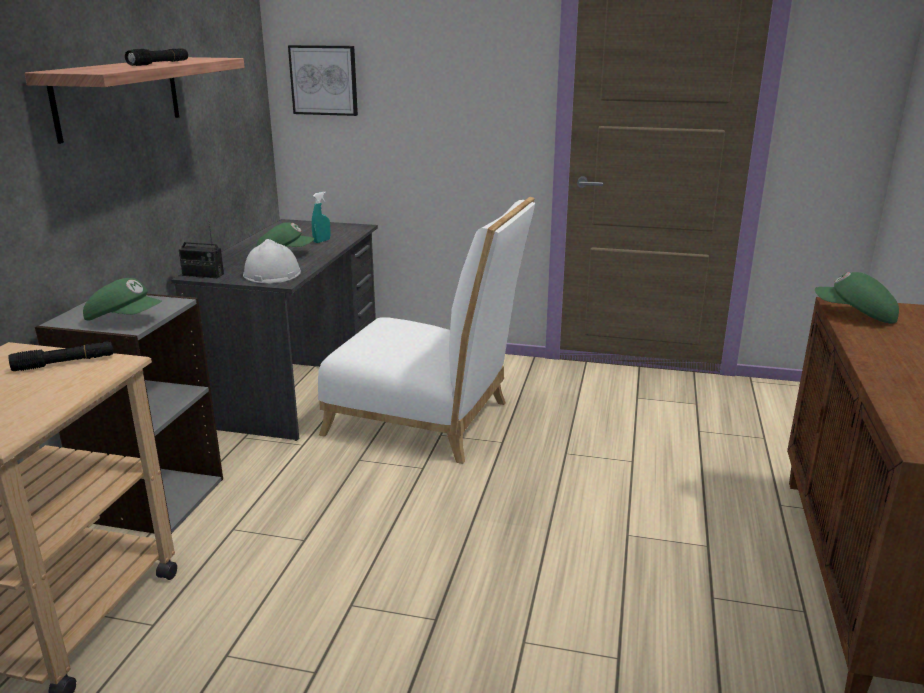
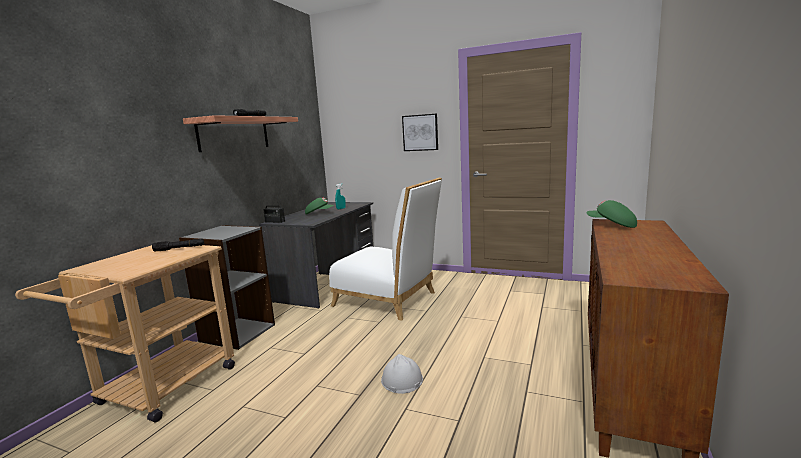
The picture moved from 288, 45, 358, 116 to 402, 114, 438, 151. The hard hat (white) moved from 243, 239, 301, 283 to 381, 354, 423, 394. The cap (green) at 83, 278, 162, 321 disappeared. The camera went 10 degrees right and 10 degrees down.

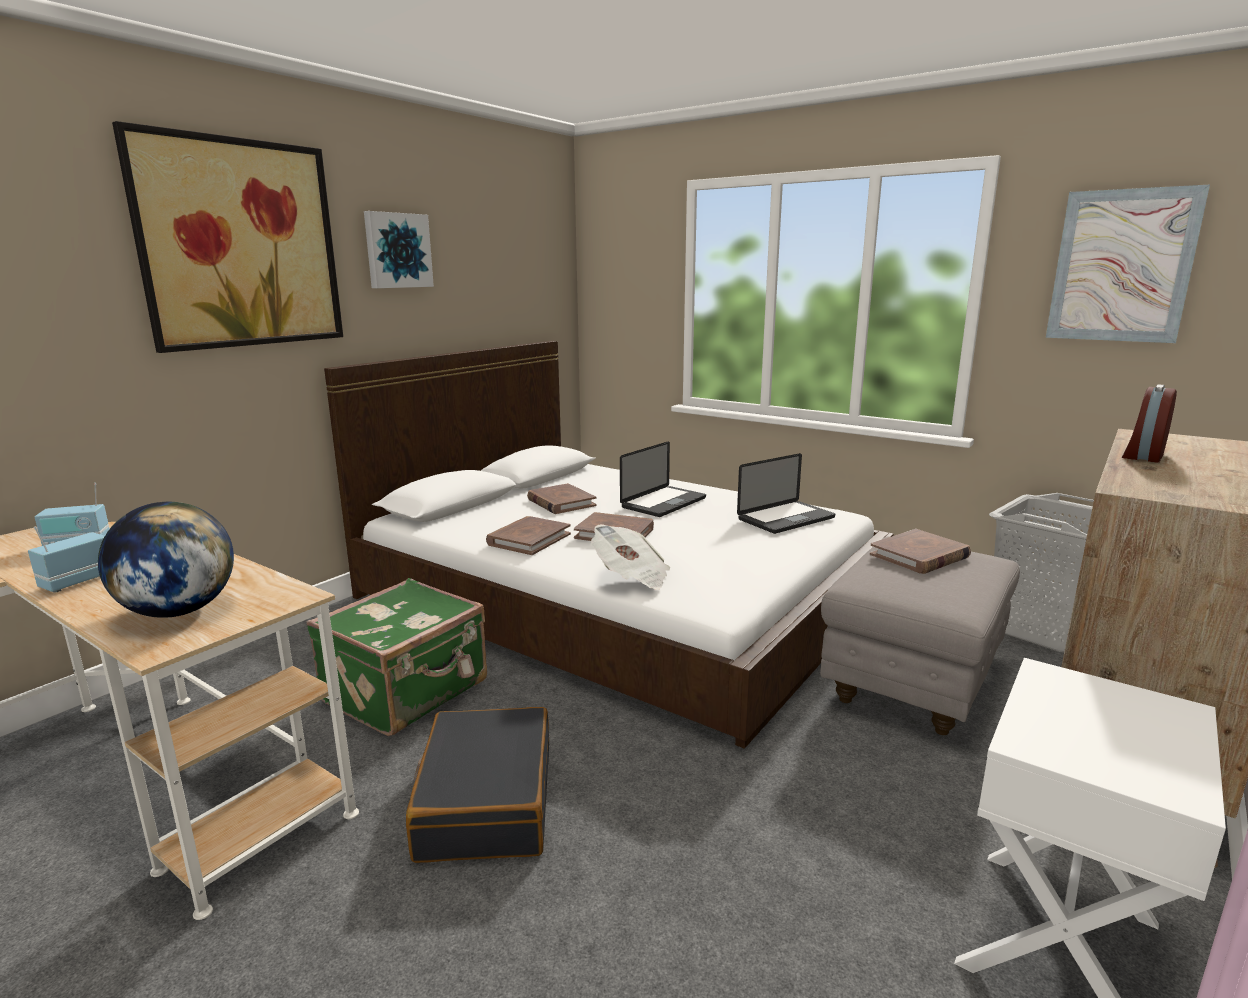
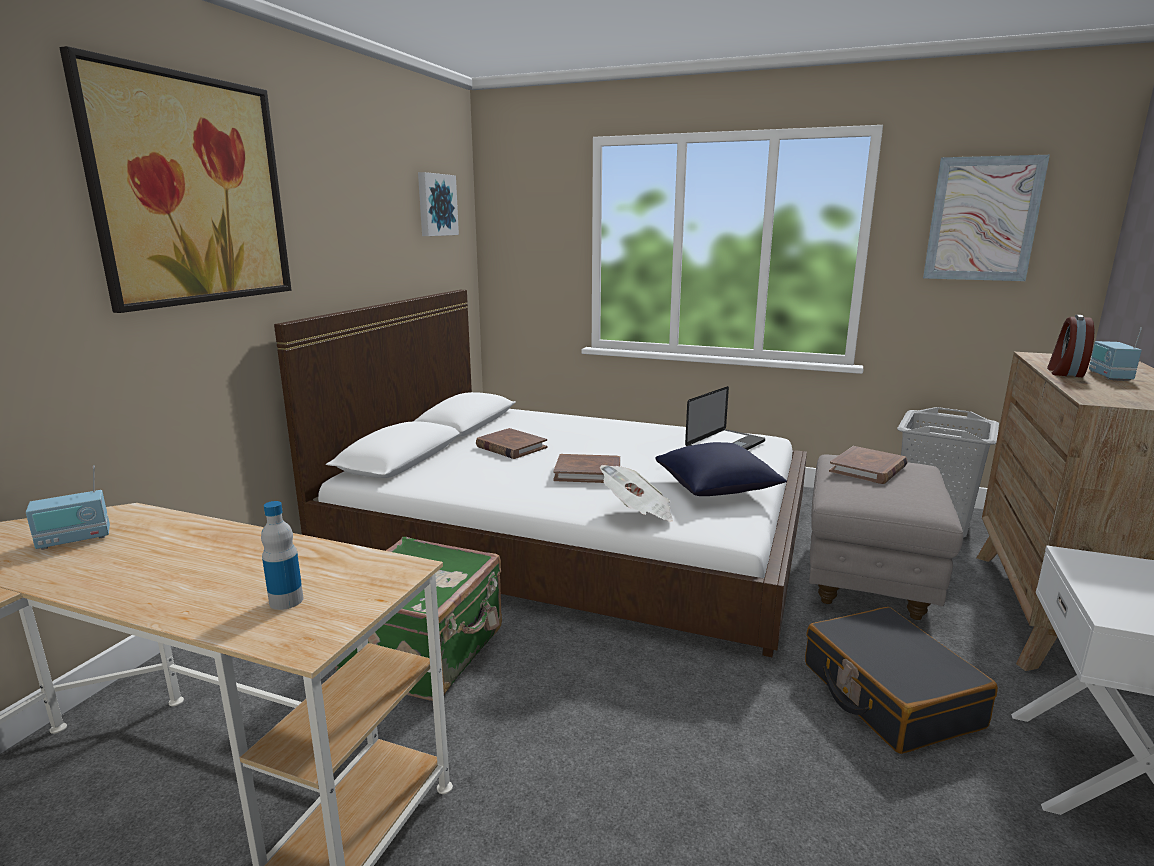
The picture moved from 364, 211, 434, 288 to 418, 172, 459, 236. The laptop at 620, 441, 706, 517 disappeared. The globe at 98, 502, 234, 618 was replaced by the bottle at 261, 501, 303, 610. The book (brown) at 486, 516, 571, 555 disappeared. The radio moved from 28, 526, 105, 593 to 1089, 328, 1142, 381. The suitcase (black) moved from 406, 707, 549, 863 to 805, 607, 998, 754. The pillow (blue) at 655, 442, 787, 496 appeared. The camera went 15 degrees left and 0 degrees up.

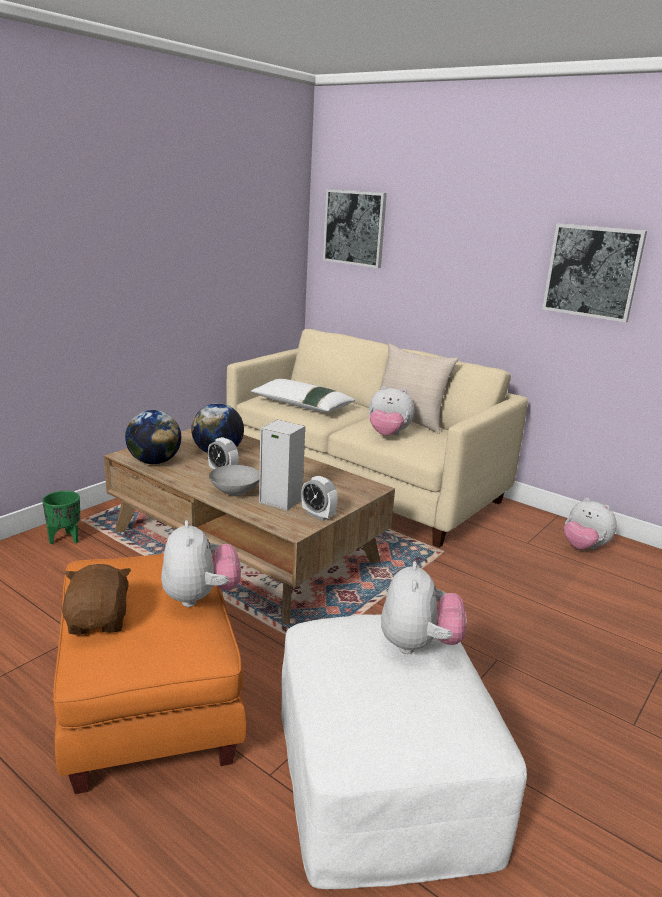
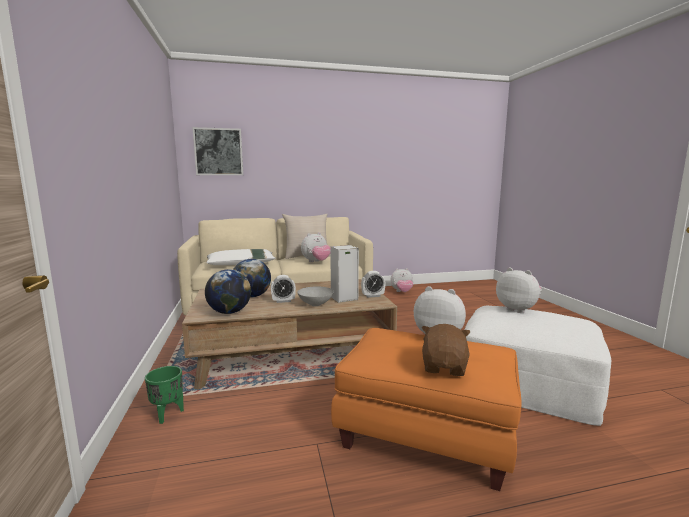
The picture at 542, 224, 647, 322 disappeared. The plush toy (brown) at 62, 564, 131, 635 turned 75 degrees clockwise. The camera went 50 degrees left and 10 degrees down.

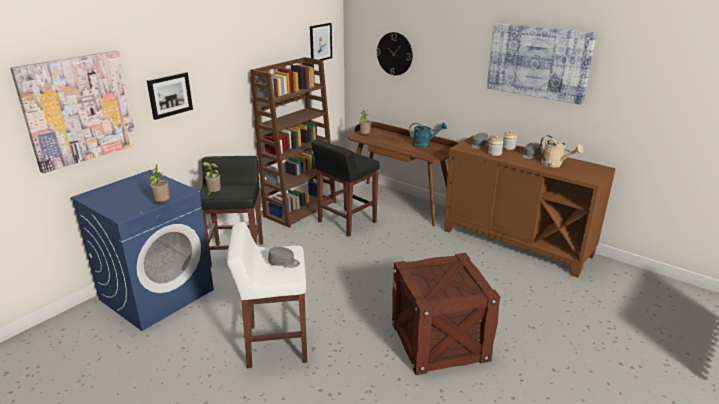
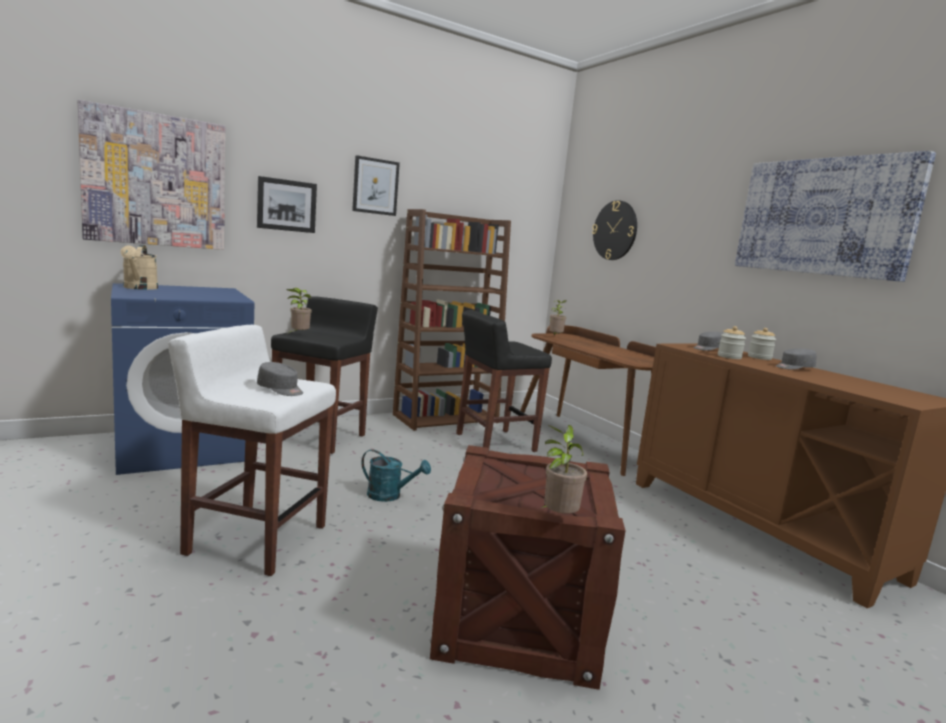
The picture moved from 310, 23, 332, 60 to 352, 155, 400, 216. The watering can (turquoise) moved from 409, 122, 447, 148 to 361, 449, 431, 502. The watering can (beige) moved from 540, 135, 583, 168 to 120, 245, 158, 290. The potted plant moved from 147, 164, 170, 202 to 541, 425, 587, 514. The camera went 20 degrees right and 15 degrees down.

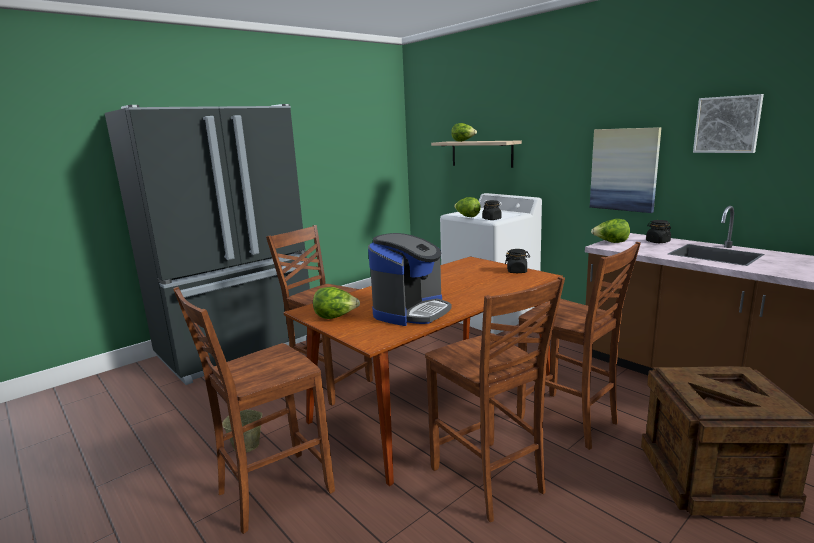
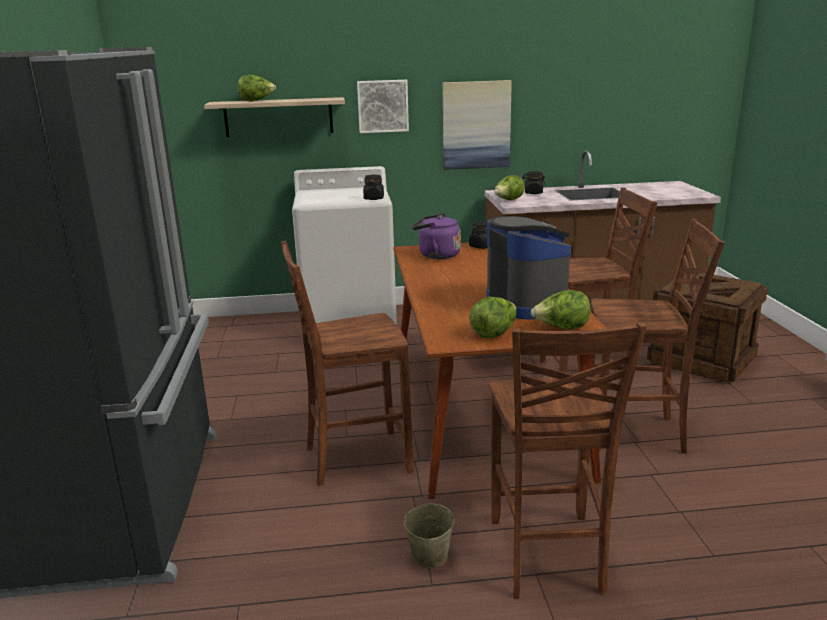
The picture moved from 693, 94, 764, 153 to 357, 80, 409, 133. The lettuce moved from 454, 197, 481, 217 to 531, 290, 591, 329. The kettle (purple) at 412, 214, 461, 259 appeared. The camera went 55 degrees left and 5 degrees up.

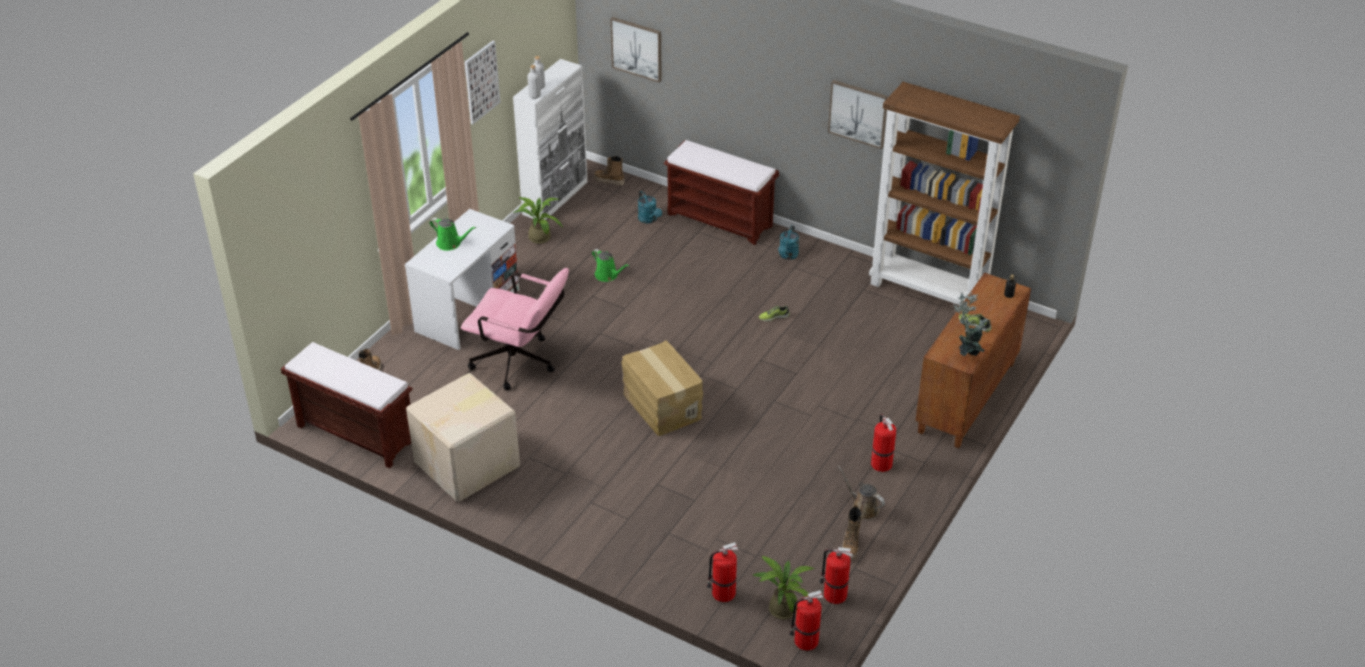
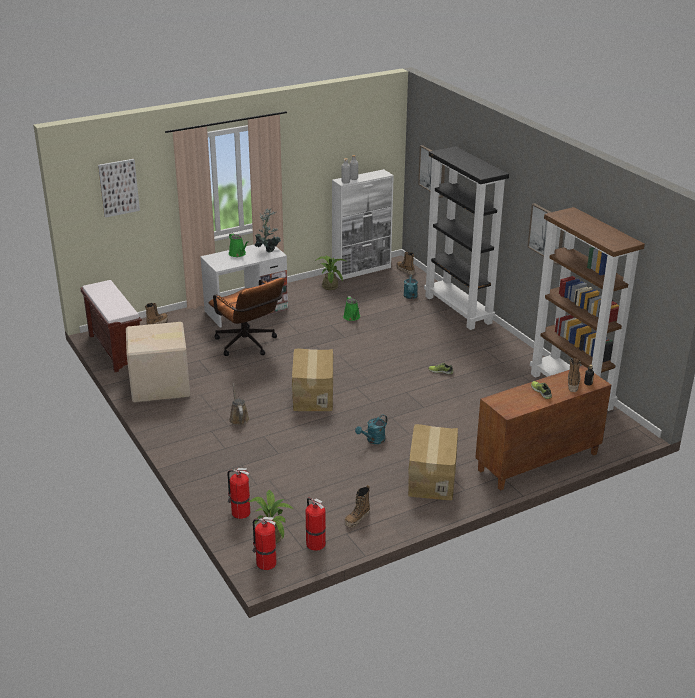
The picture moved from 464, 41, 500, 124 to 98, 159, 140, 217. The bench (brown) at 664, 140, 779, 245 was replaced by the bookcase (black) at 424, 146, 509, 330. The watering can (turquoise) moved from 778, 225, 799, 260 to 355, 415, 387, 444. The office chair (pink) at 461, 268, 569, 390 became the office chair (brown) at 209, 278, 285, 356. The potted plant moved from 953, 292, 988, 356 to 255, 209, 281, 252. The fire extinguisher at 871, 414, 897, 472 was replaced by the cardboard box at 408, 424, 458, 500. The watering can (brown) moved from 838, 466, 885, 520 to 229, 383, 249, 425. The boot at 568, 358, 581, 392 appeared. The camera went 30 degrees right and 10 degrees down.

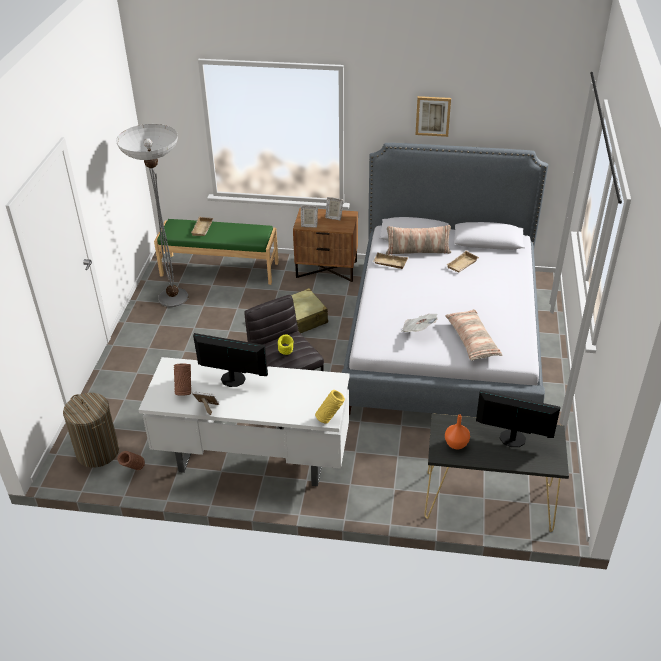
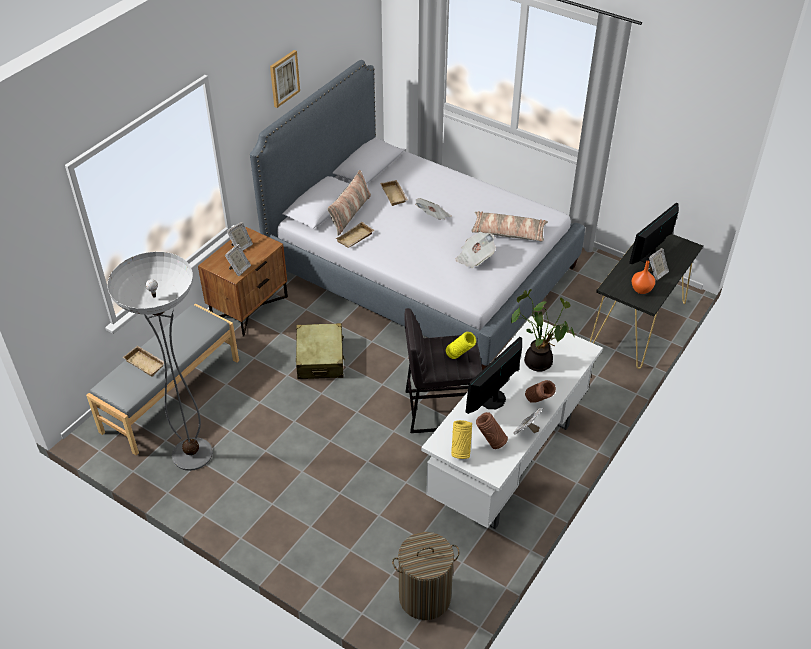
The bench (green) at 154, 219, 279, 285 became the bench (grey) at 86, 304, 239, 456. The vase (yellow) moved from 315, 390, 345, 423 to 451, 420, 472, 459. The vase (brown) moved from 117, 451, 145, 470 to 525, 380, 556, 403. The newspaper at 415, 198, 452, 220 appeared. The picture frame at 648, 248, 669, 280 appeared. The potted plant at 511, 289, 574, 372 appeared. The camera went 65 degrees left and 5 degrees up.

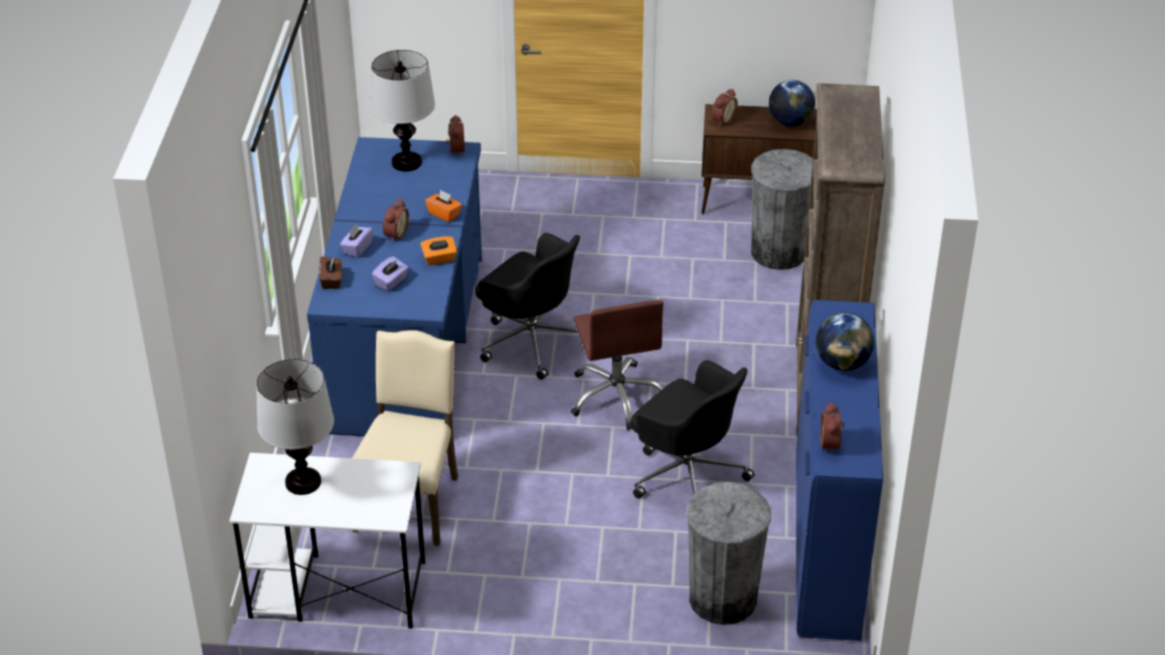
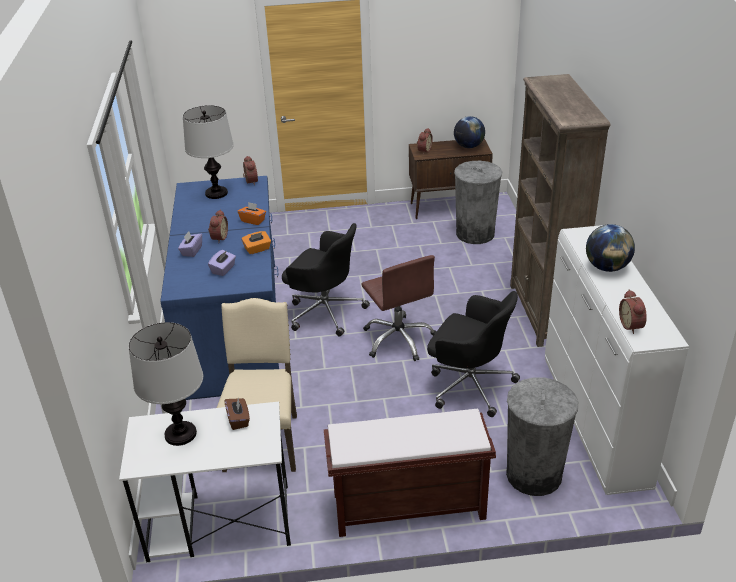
The tissue box (brown) moved from 319, 257, 342, 289 to 225, 396, 250, 430. The dresser (blue) at 796, 300, 883, 641 became the dresser (white) at 545, 225, 689, 495. The bench (brown) at 324, 409, 496, 537 appeared. The camera went 10 degrees left and 5 degrees down.

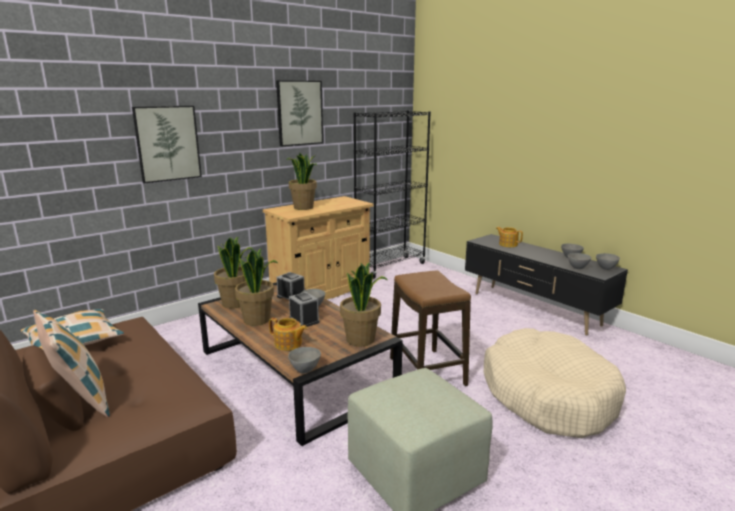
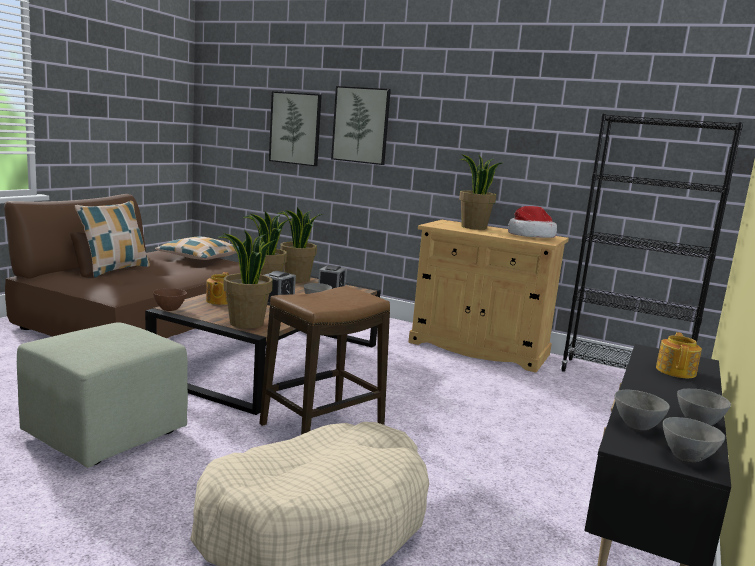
The picture moved from 276, 80, 323, 146 to 269, 91, 322, 166. The bowl (grey) at 288, 347, 321, 373 became the bowl (brown) at 153, 288, 187, 311. The hat at 508, 206, 557, 238 appeared. The camera went 65 degrees right and 5 degrees down.

